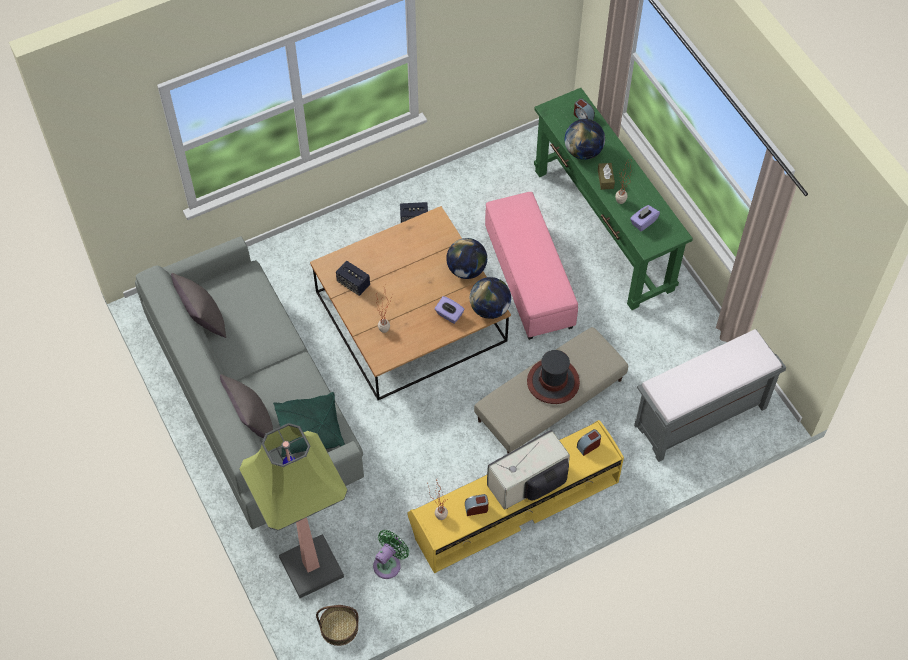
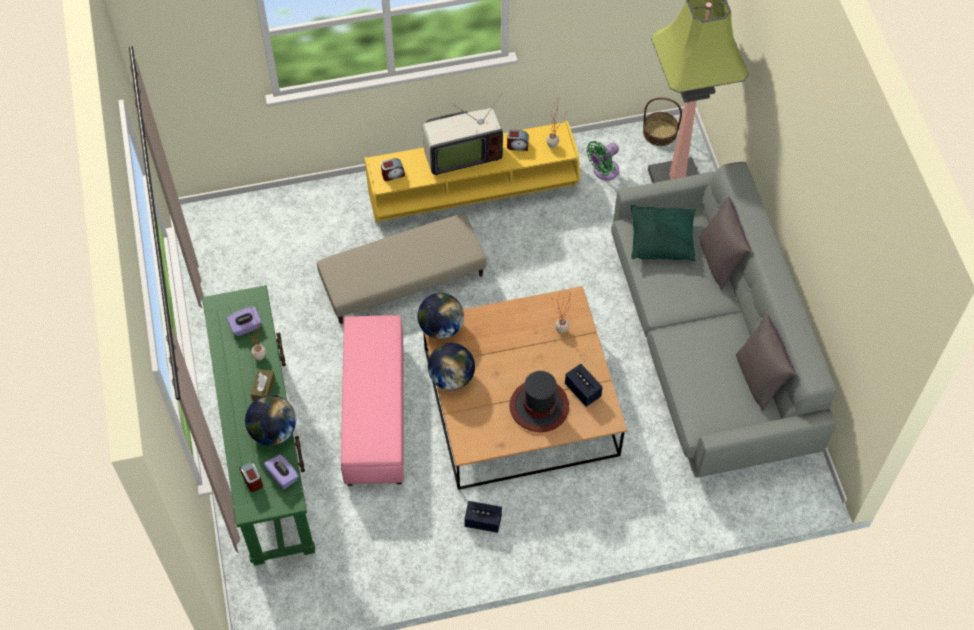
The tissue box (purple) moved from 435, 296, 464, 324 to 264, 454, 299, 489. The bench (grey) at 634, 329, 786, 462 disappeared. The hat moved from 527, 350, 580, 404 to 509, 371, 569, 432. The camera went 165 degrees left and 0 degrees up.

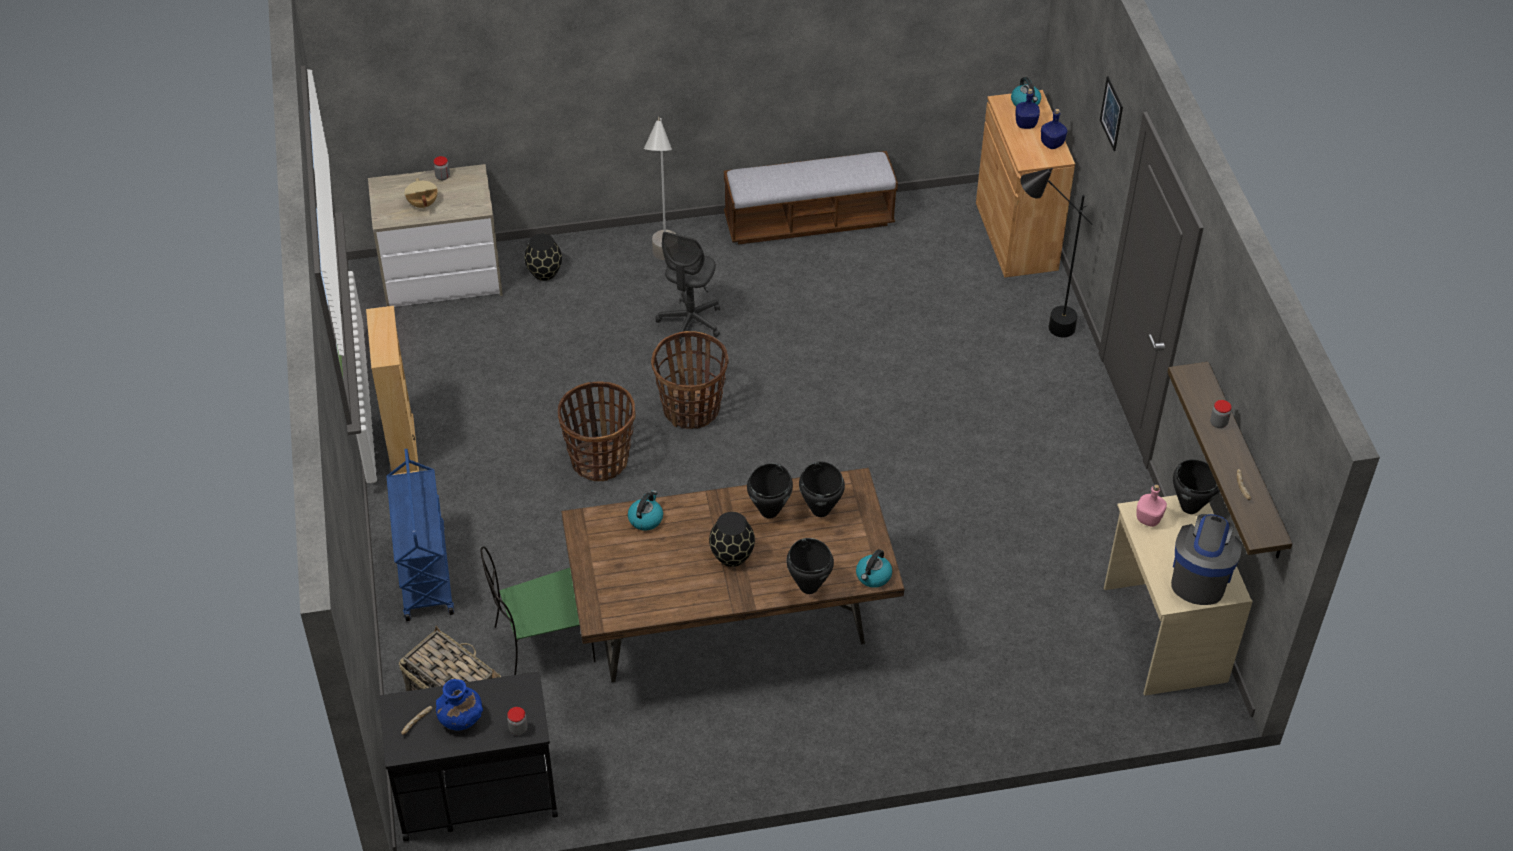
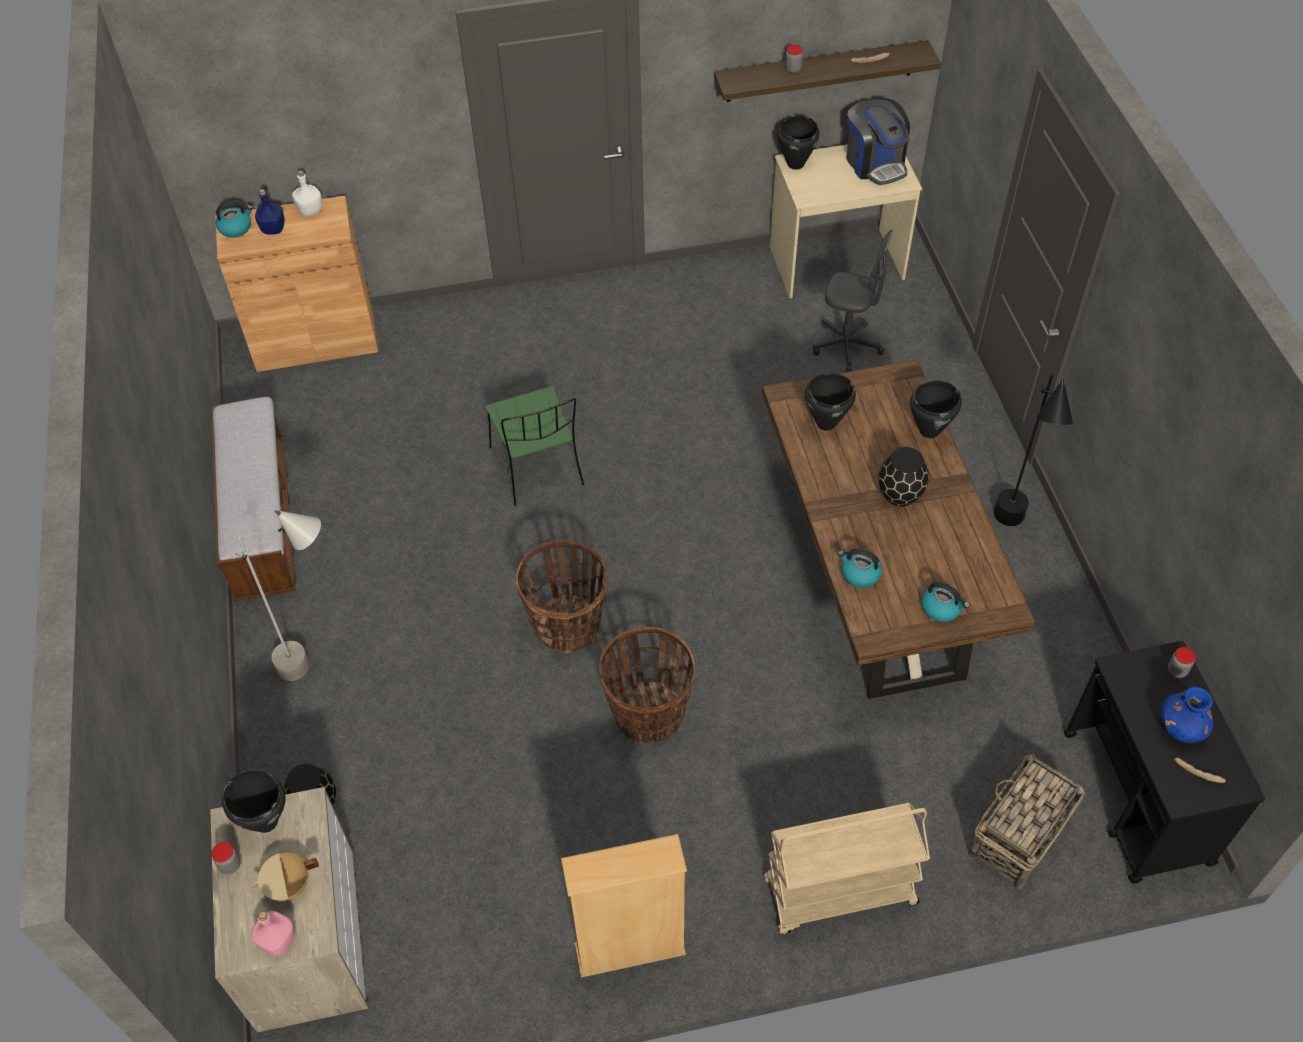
The picture at 1100, 76, 1123, 151 disappeared. The bottle (blue) at 1041, 109, 1067, 149 became the bottle (white) at 292, 170, 322, 217. The floor lamp (black) moved from 1020, 168, 1092, 338 to 993, 374, 1073, 526. The office chair (grey) moved from 655, 232, 720, 345 to 813, 230, 893, 372. The cart (blue) at 386, 449, 454, 621 became the cart (beige) at 764, 803, 930, 934. The cooking pot (black) moved from 747, 463, 793, 519 to 222, 770, 286, 833. The bottle (pink) moved from 1136, 484, 1167, 527 to 251, 911, 295, 956. The coffee machine at 1171, 514, 1242, 605 turned 135 degrees counterclockwise. The chair (green) moved from 480, 547, 596, 675 to 485, 386, 584, 506. The kettle moved from 856, 549, 892, 588 to 921, 582, 970, 622. The camera went 90 degrees left and 5 degrees up.

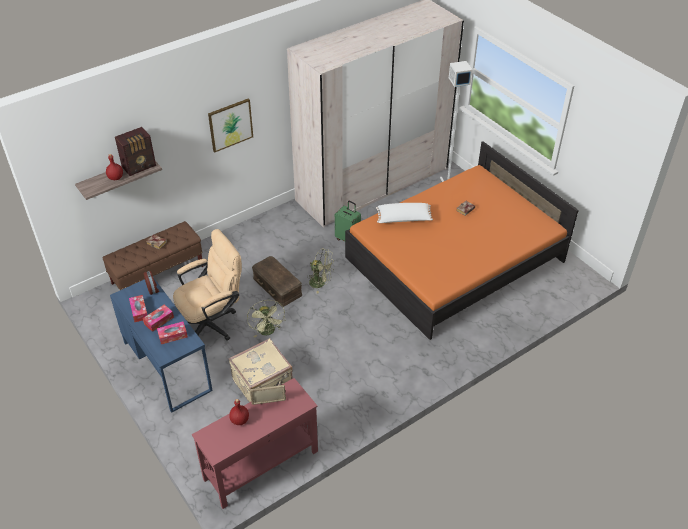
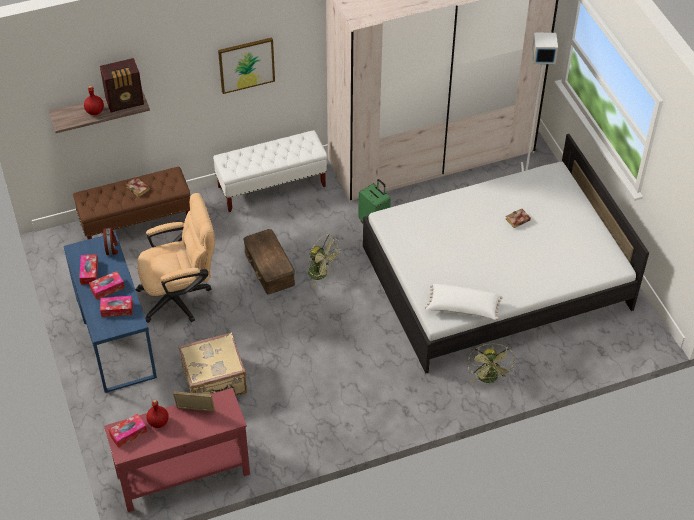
The bed (orange) at 345, 141, 579, 340 became the bed (white) at 363, 134, 649, 374. The pillow (white) moved from 376, 203, 433, 223 to 425, 284, 503, 320. The fan (green) moved from 247, 300, 285, 338 to 467, 343, 515, 383. The bench (white) at 213, 130, 327, 212 appeared. The tissue box at 108, 414, 147, 448 appeared. The camera went 15 degrees right and 5 degrees up.

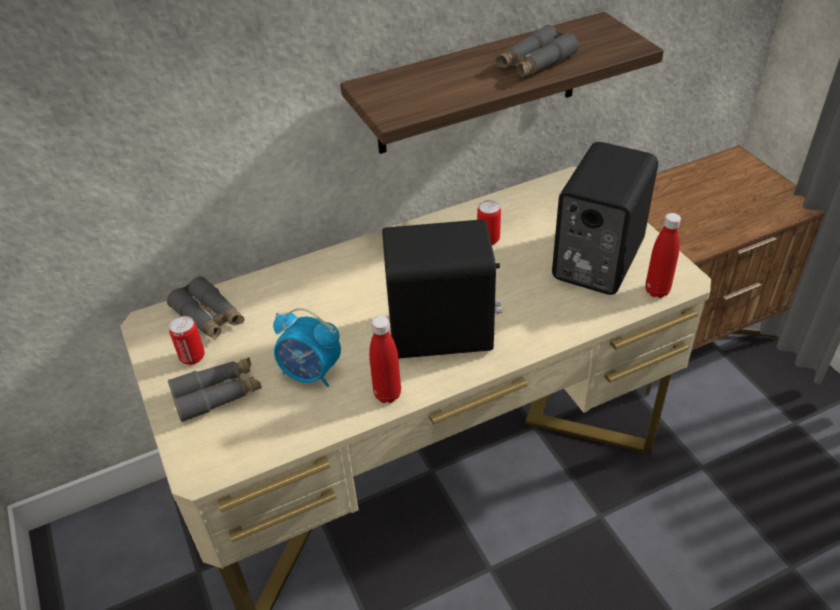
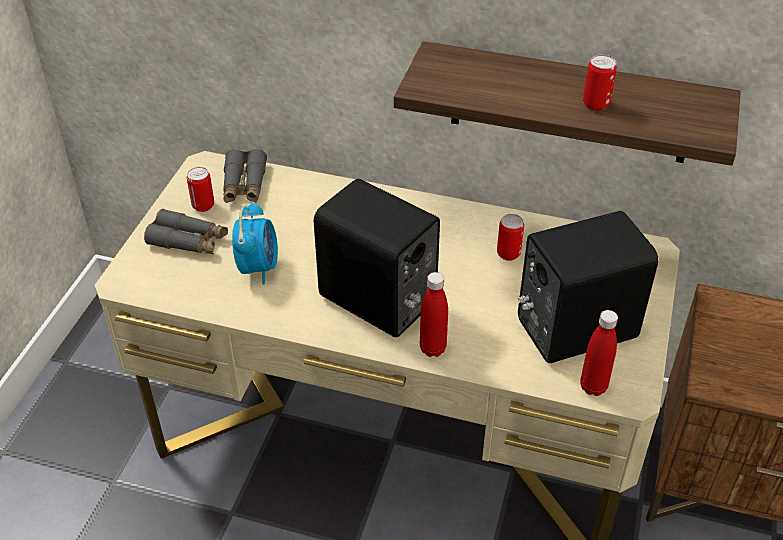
The binoculars (grey) at 495, 25, 579, 78 was replaced by the can at 583, 55, 617, 111. The alarm clock at 273, 308, 341, 387 turned 150 degrees counterclockwise. The bottle (red) moved from 369, 316, 401, 403 to 420, 272, 448, 357. The camera went 40 degrees right and 0 degrees up.

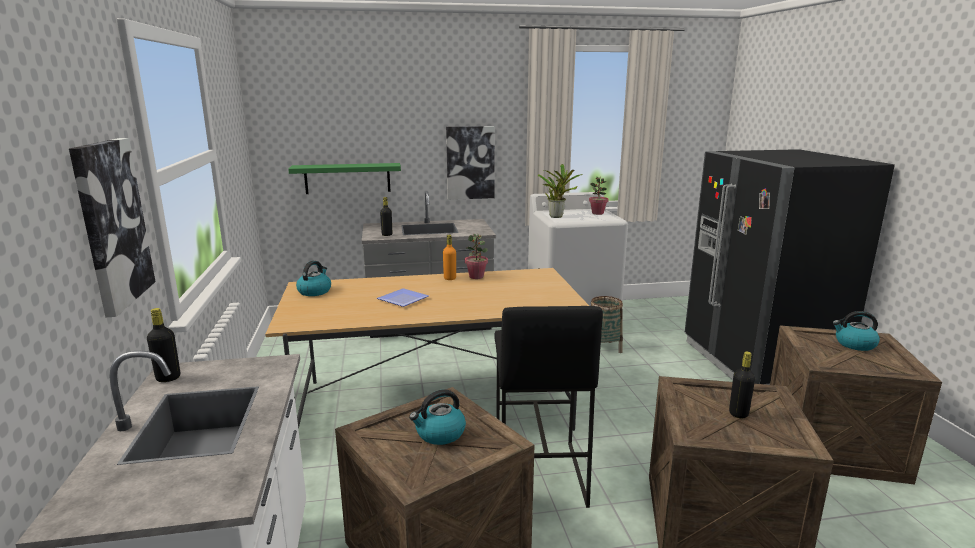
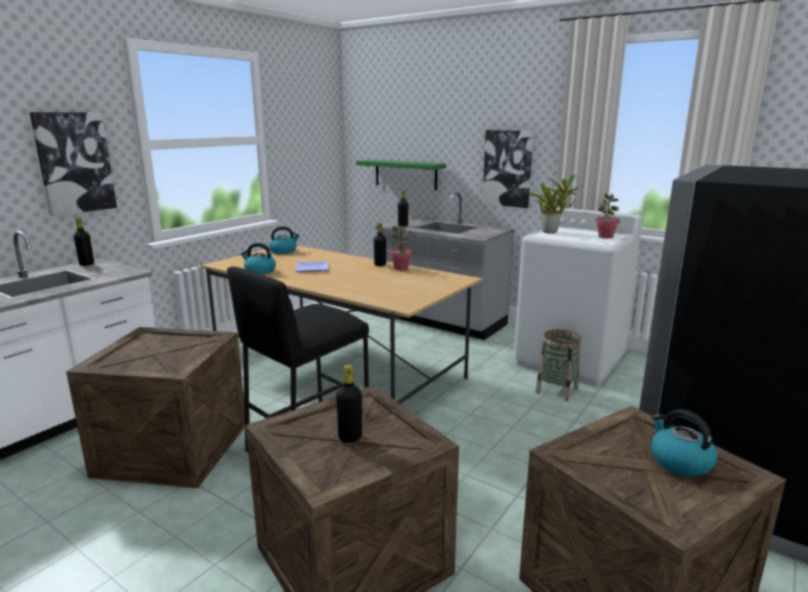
The bottle (orange) at 443, 235, 456, 280 became the bottle (black) at 374, 223, 386, 266. The kettle moved from 409, 389, 466, 445 to 241, 243, 276, 275. The camera went 45 degrees right and 0 degrees up.

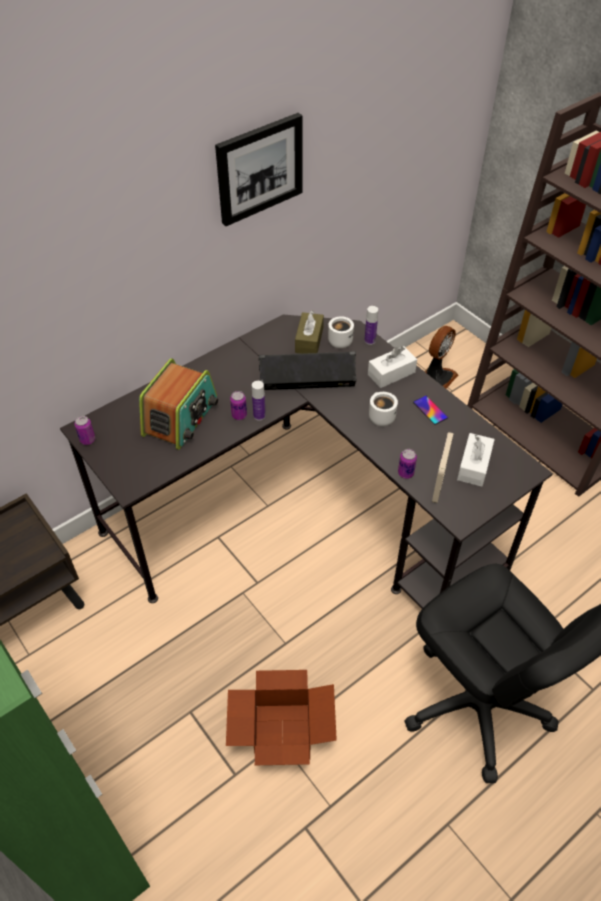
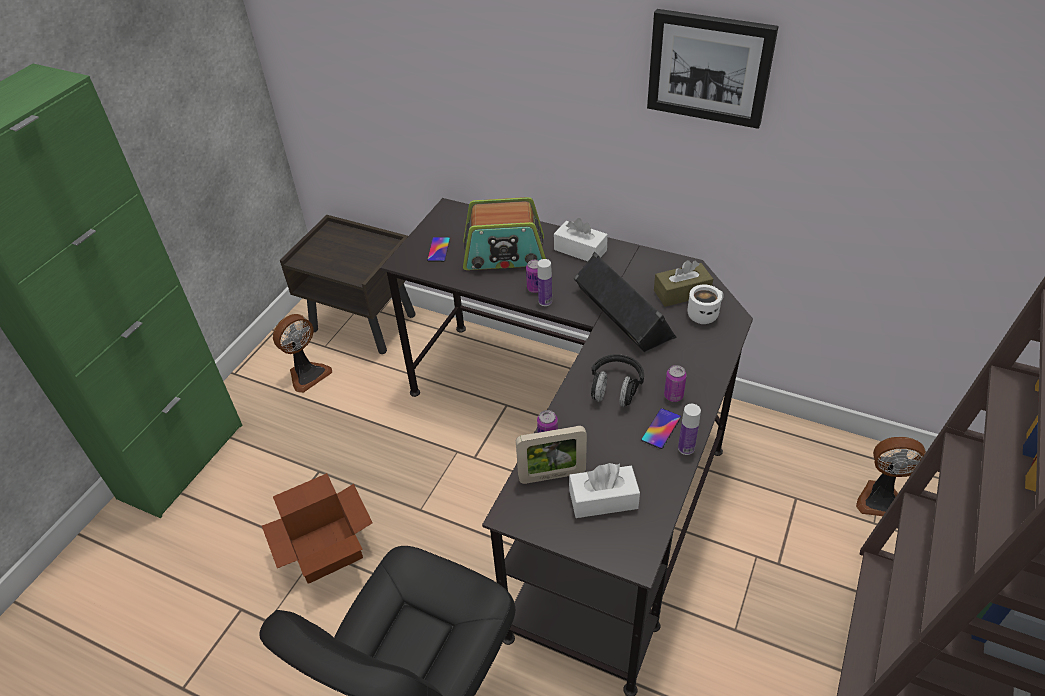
The bottle moved from 364, 306, 378, 345 to 678, 404, 701, 455. The tissue box (white) moved from 368, 346, 417, 388 to 554, 218, 608, 261. The mug (white) at 369, 392, 398, 426 was replaced by the headphones (black) at 591, 354, 644, 407. The can moved from 74, 415, 95, 445 to 664, 365, 687, 402. The phone at 427, 237, 450, 262 appeared. The fan at 273, 314, 332, 393 appeared. The camera went 65 degrees right and 5 degrees down.

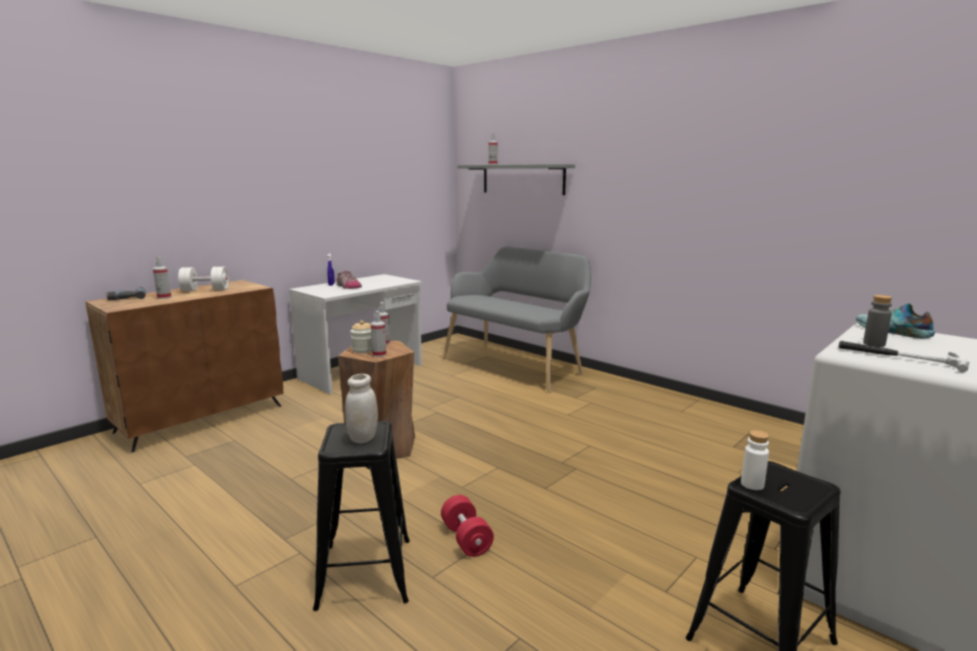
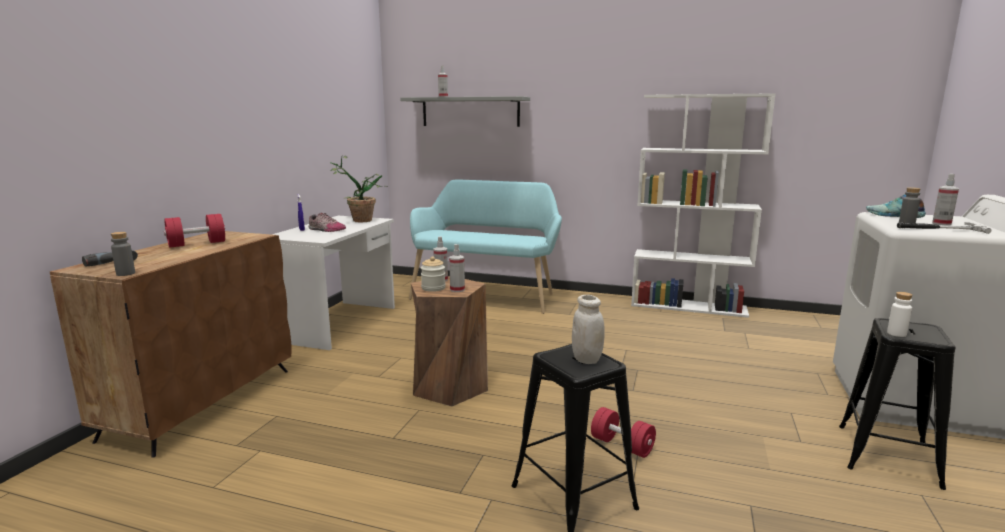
The bench (grey) at 442, 247, 591, 393 became the bench (turquoise) at 409, 179, 562, 314. The spray bottle moved from 153, 257, 171, 299 to 932, 174, 959, 226. The dumbbell (white) at 178, 267, 229, 291 became the dumbbell (red) at 164, 214, 225, 248. The bookcase (white) at 631, 93, 776, 318 appeared. The potted plant at 330, 155, 387, 222 appeared. The bottle (grey) at 111, 232, 135, 276 appeared. The camera went 25 degrees left and 0 degrees up.

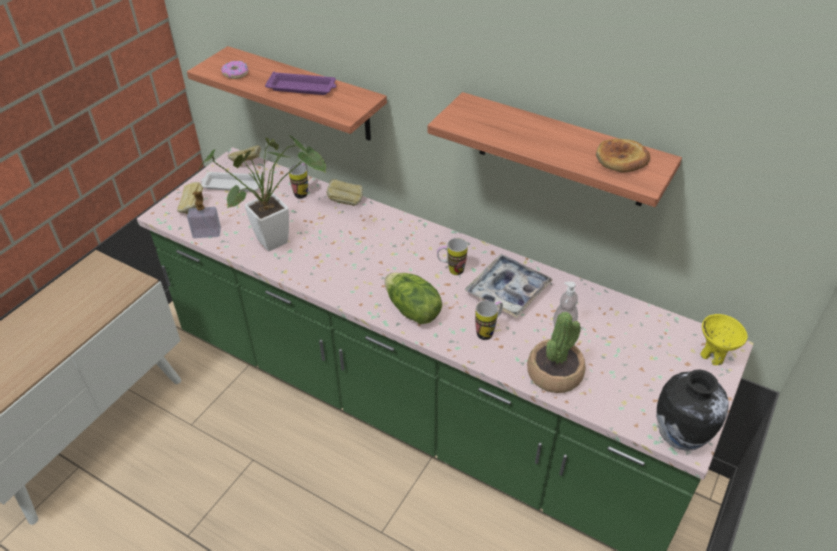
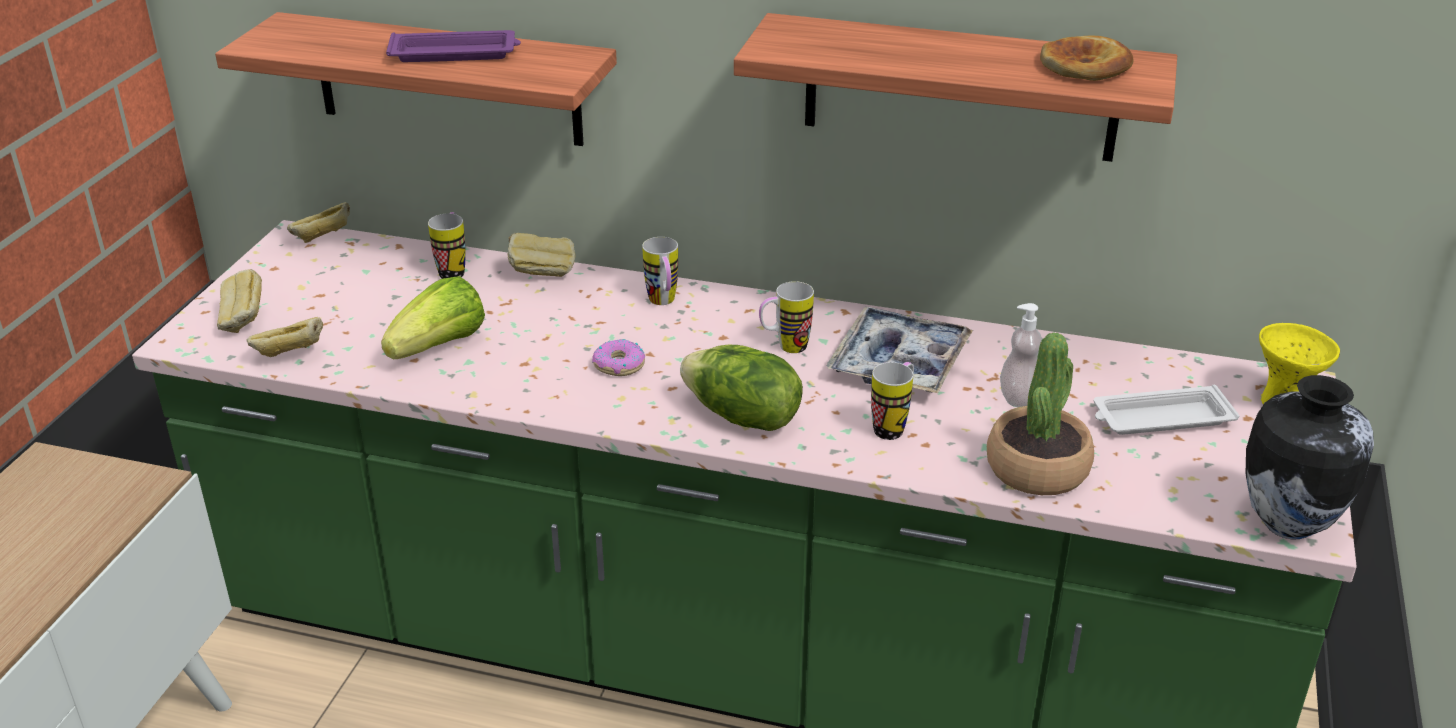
The donut moved from 221, 61, 248, 79 to 592, 339, 645, 376. The potted plant at 199, 135, 326, 251 was replaced by the lettuce at 381, 276, 485, 359. The tray (white) moved from 201, 172, 261, 192 to 1094, 385, 1240, 435. The soap dispenser at 187, 192, 221, 238 was replaced by the bread at 247, 317, 323, 357. The mug at 642, 237, 678, 305 appeared. The camera went 15 degrees left and 10 degrees down.

